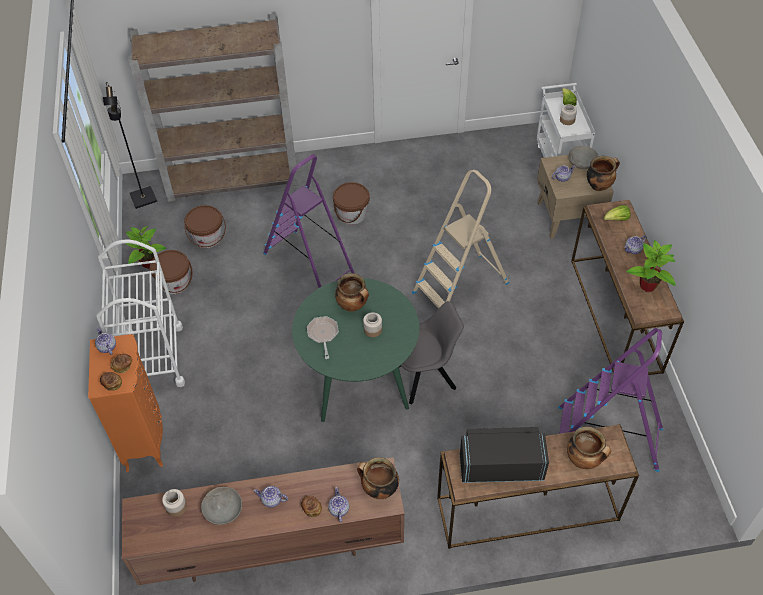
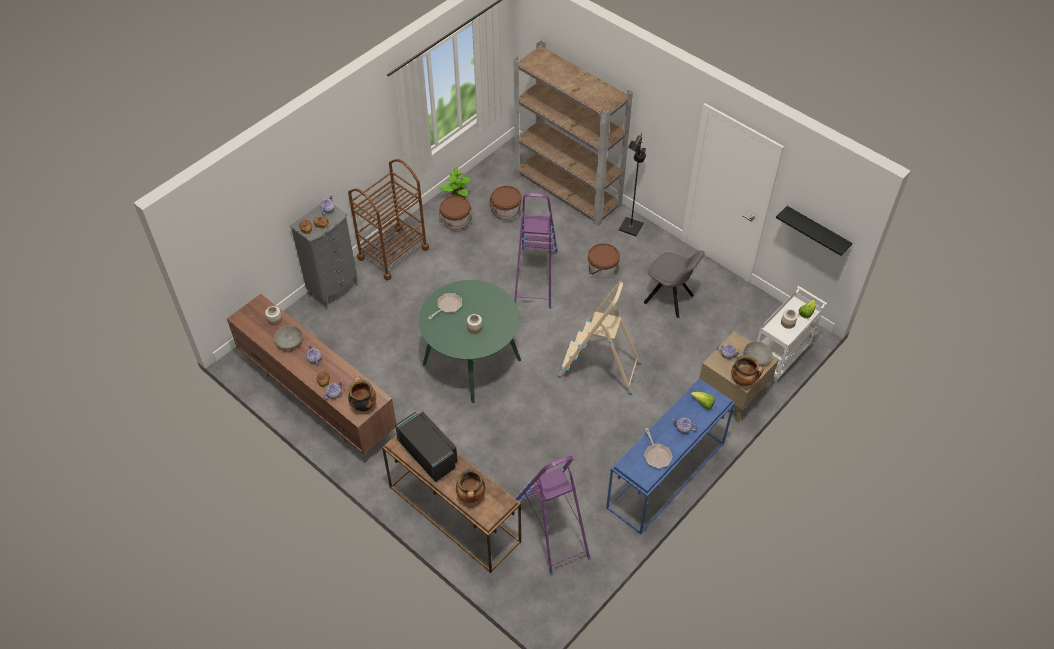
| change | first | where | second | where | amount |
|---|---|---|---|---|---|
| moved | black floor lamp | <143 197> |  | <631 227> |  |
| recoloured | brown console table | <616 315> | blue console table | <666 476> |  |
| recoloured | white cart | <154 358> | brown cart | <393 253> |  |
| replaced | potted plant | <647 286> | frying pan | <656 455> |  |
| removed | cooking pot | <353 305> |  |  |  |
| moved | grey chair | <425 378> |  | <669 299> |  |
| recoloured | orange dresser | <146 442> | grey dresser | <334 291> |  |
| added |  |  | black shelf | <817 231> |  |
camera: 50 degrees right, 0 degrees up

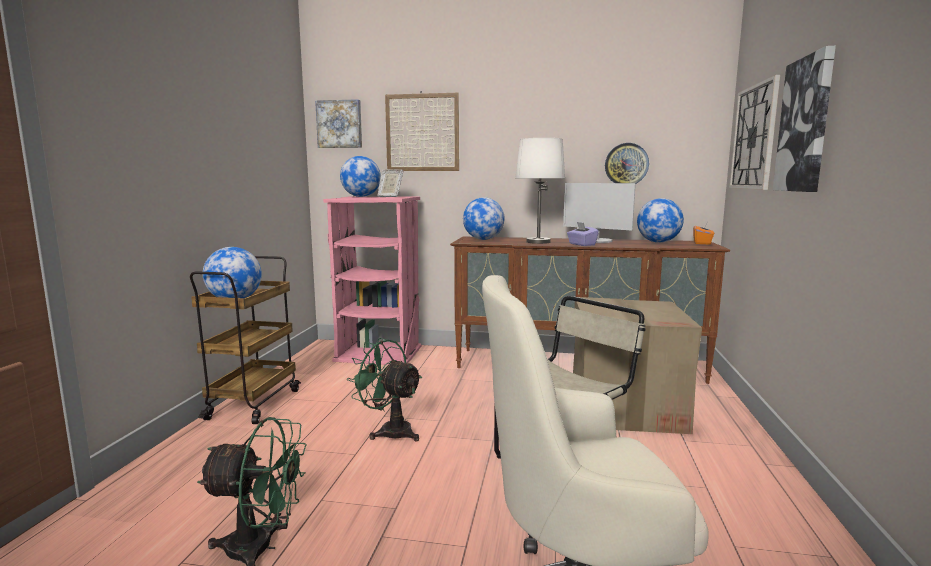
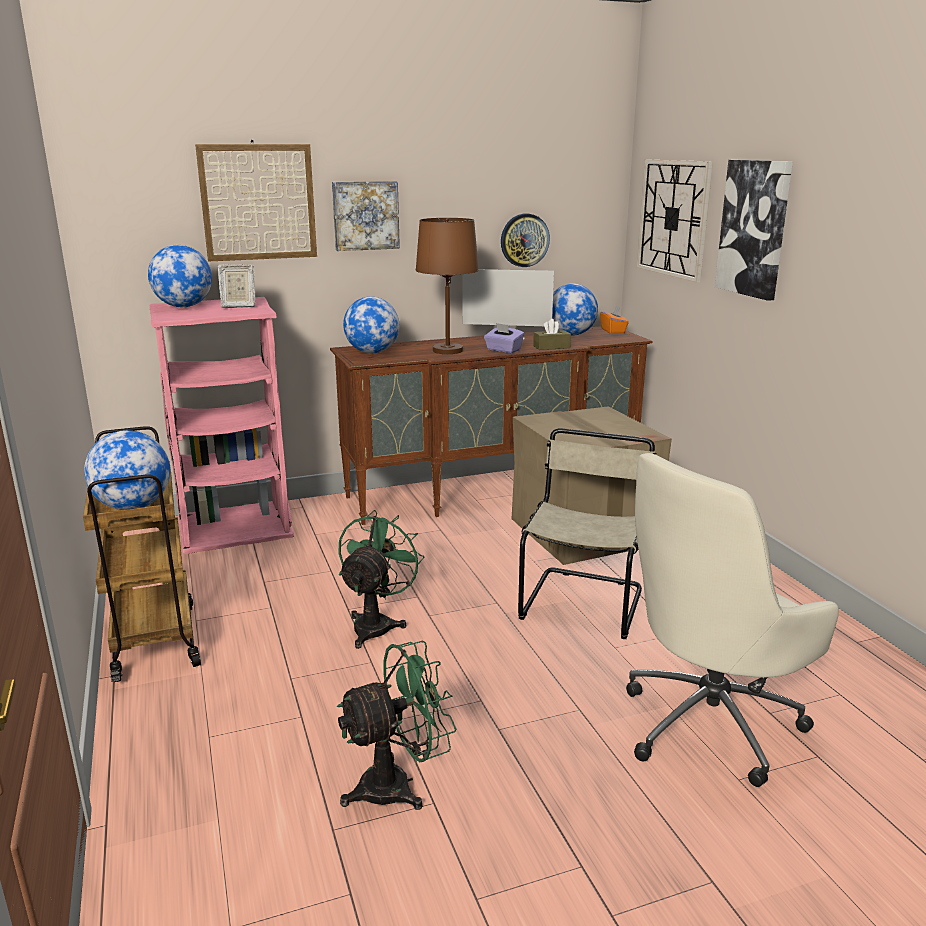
| change | first | where | second | where | amount |
|---|---|---|---|---|---|
| moved | picture | <340 124> |  | <365 215> |  |
| recoloured | white table lamp | <538 242> | brown table lamp | <448 350> |  |
| turned | green fan | <390 430> |  | <376 624> | 105 degrees clockwise |
| added |  |  | brown tissue box | <551 347> |  |
camera: 30 degrees left, 10 degrees up

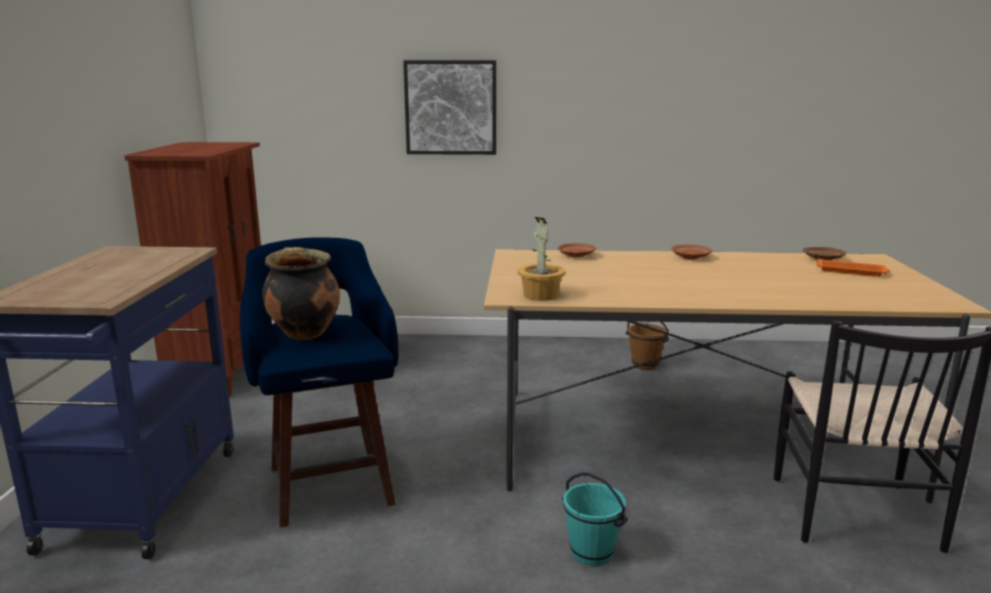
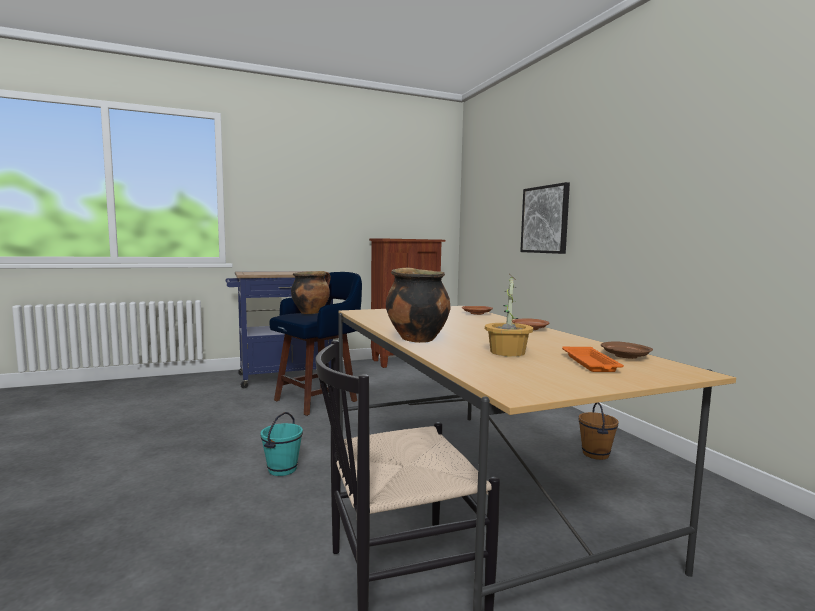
| change | first | where | second | where | amount |
|---|---|---|---|---|---|
| moved | potted plant | <540 295> |  | <507 352> |  |
| added |  |  | cooking pot | <415 339> |  |
camera: 65 degrees right, 10 degrees down

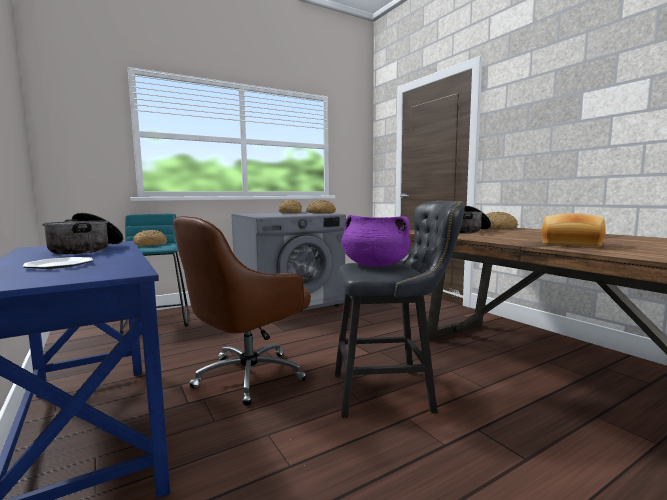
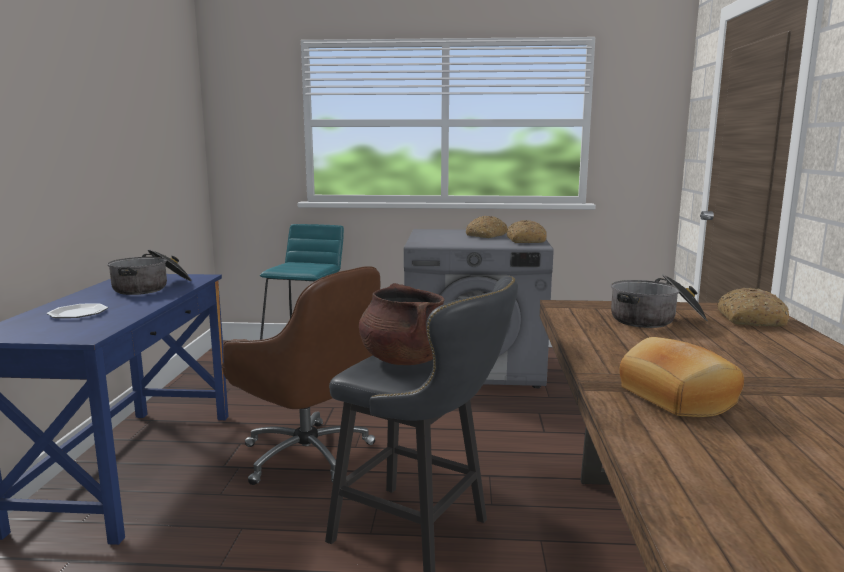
| change | first | where | second | where | amount |
|---|---|---|---|---|---|
| recoloured | purple cooking pot | <375 265> | brown cooking pot | <406 360> |  |
| turned | brown office chair | <248 375> |  | <306 455> | 135 degrees counterclockwise |
| removed | bread | <151 244> |  |  |  |
camera: 35 degrees right, 5 degrees up

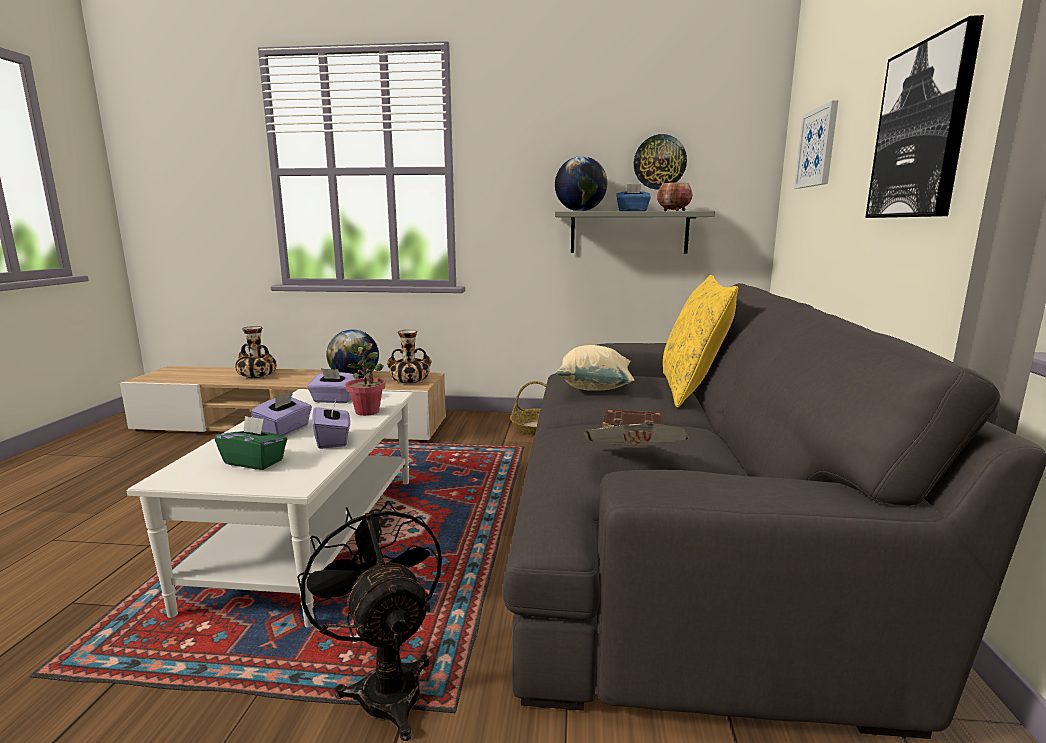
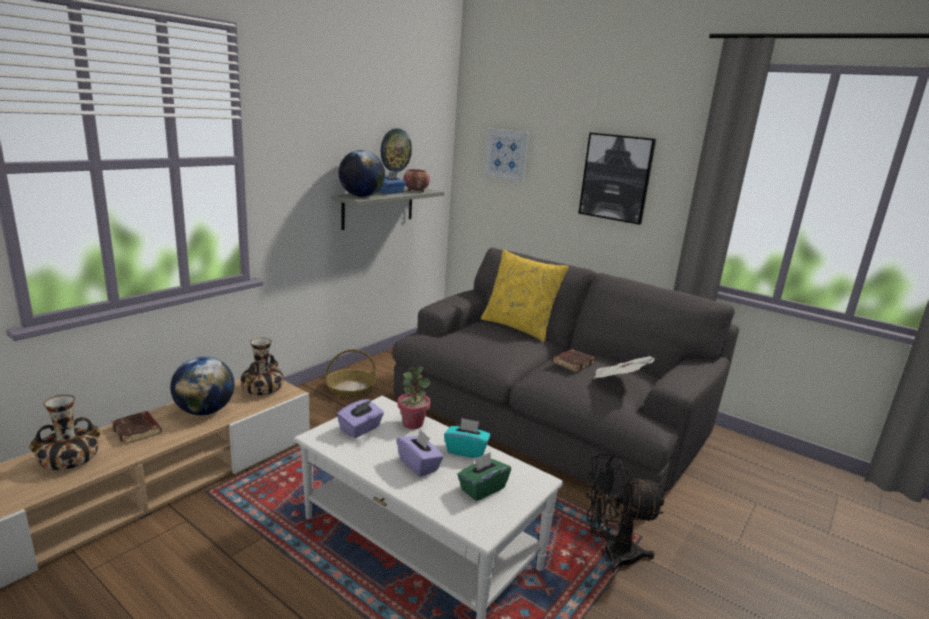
| change | first | where | second | where | amount |
|---|---|---|---|---|---|
| removed | beige pillow | <594 388> |  |  |  |
| recoloured | purple tissue box | <333 440> | turquoise tissue box | <466 450> |  |
| added |  |  | brown book | <138 431> |  |
camera: 60 degrees left, 5 degrees up

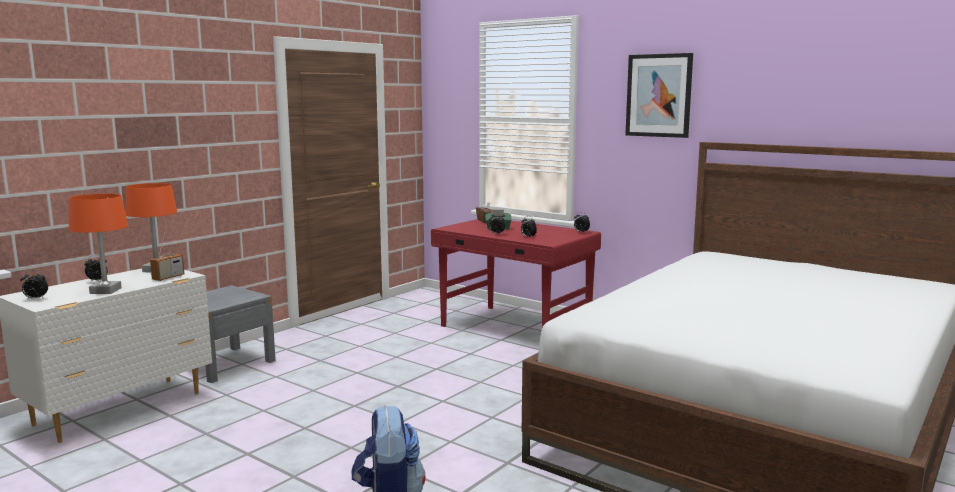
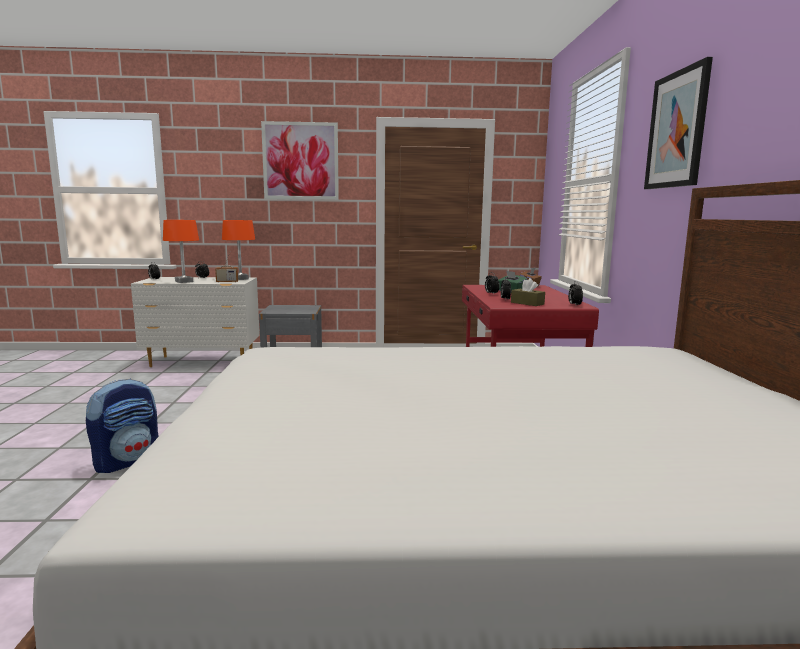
| change | first | where | second | where | amount |
|---|---|---|---|---|---|
| added |  |  | picture | <300 161> |  |
| added |  |  | brown tissue box | <527 303> |  |
camera: 50 degrees right, 0 degrees up

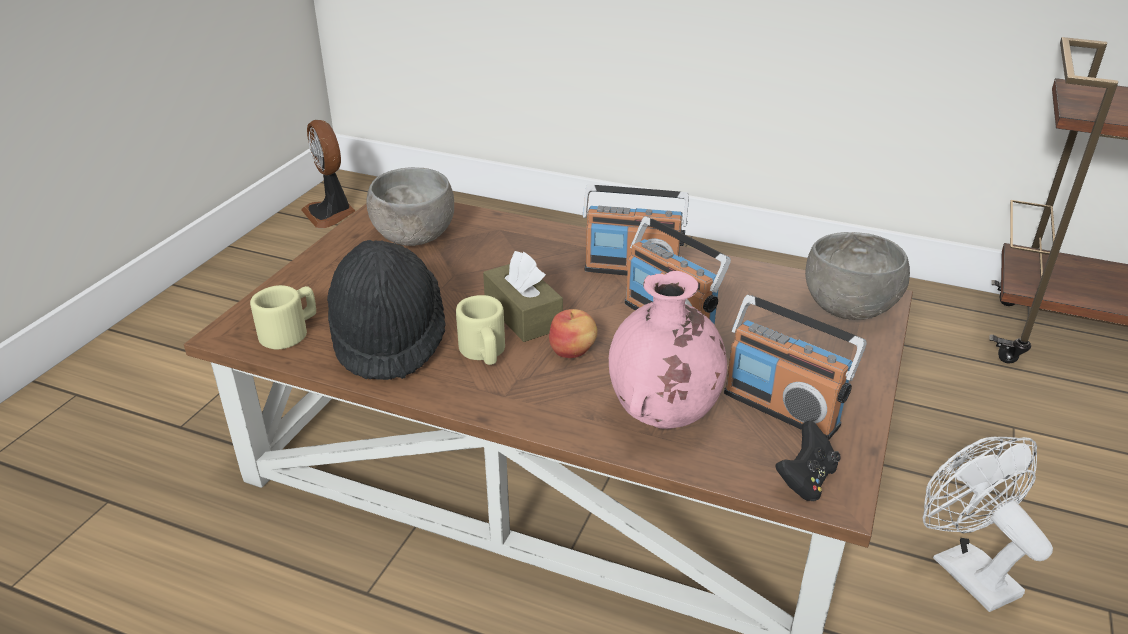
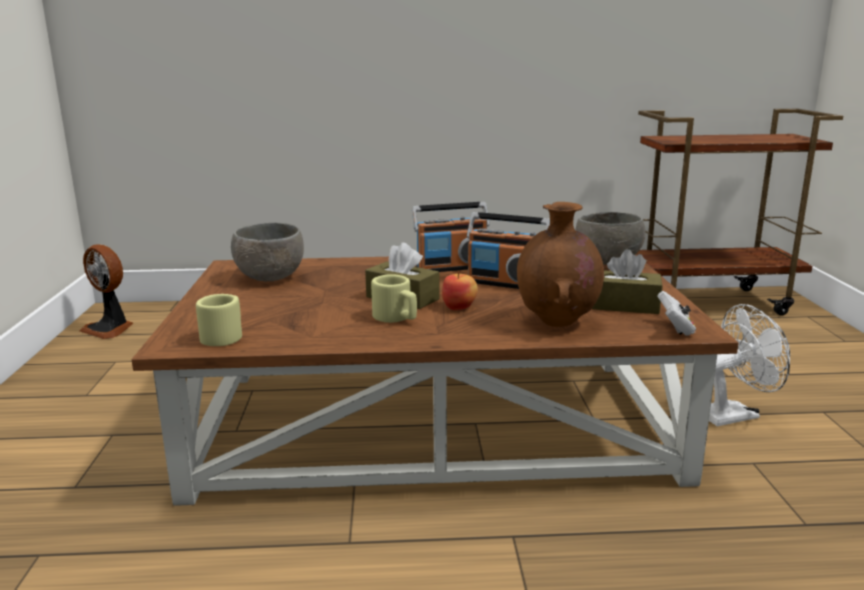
| change | first | where | second | where | amount |
|---|---|---|---|---|---|
| removed | black hat | <388 338> |  |  |  |
| recoloured | pink vase | <663 418> | brown vase | <558 322> |  |
| replaced | radio | <781 408> | brown tissue box | <623 305> |  |
| recoloured | black game controller | <805 480> | white game controller | <675 329> |  |
| turned | white fan | <964 569> |  | <734 414> | 120 degrees clockwise |
camera: 25 degrees left, 15 degrees down

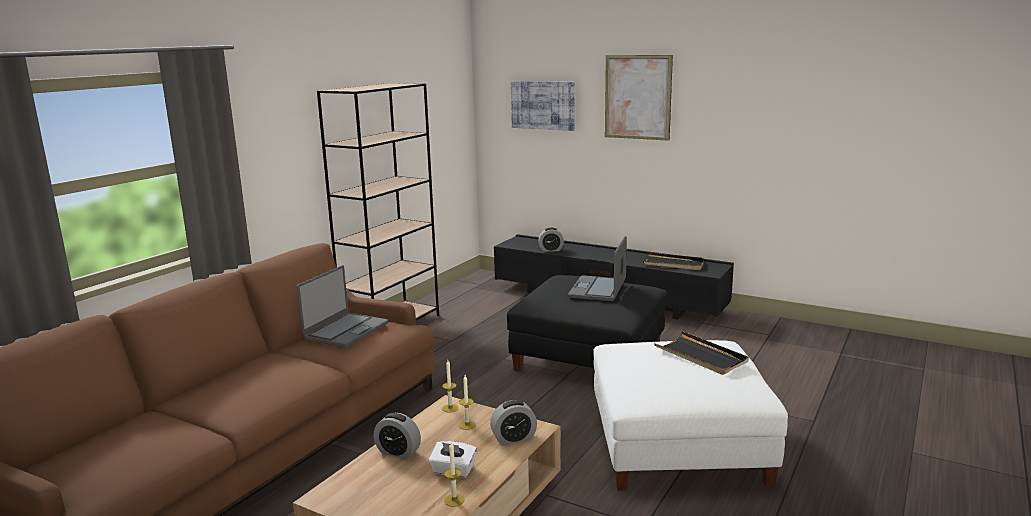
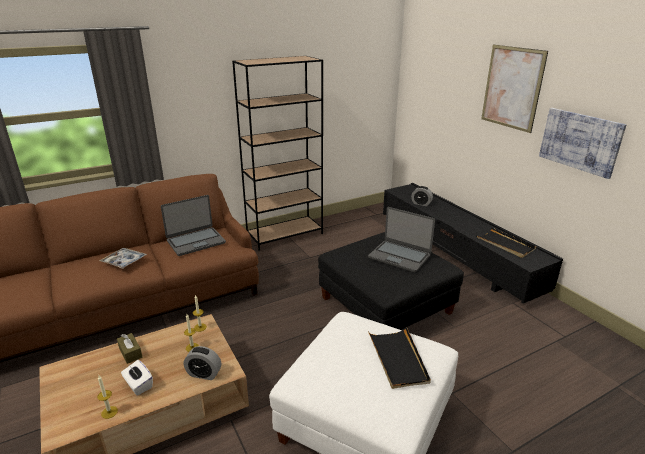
| change | first | where | second | where | amount |
|---|---|---|---|---|---|
| moved | picture | <543 105> |  | <580 141> |  |
| turned | laptop | <598 290> |  | <399 256> | 105 degrees counterclockwise |
| replaced | alarm clock | <398 452> | brown tissue box | <130 352> |  |
| added |  |  | tray | <124 261> |  |
camera: 30 degrees right, 10 degrees up

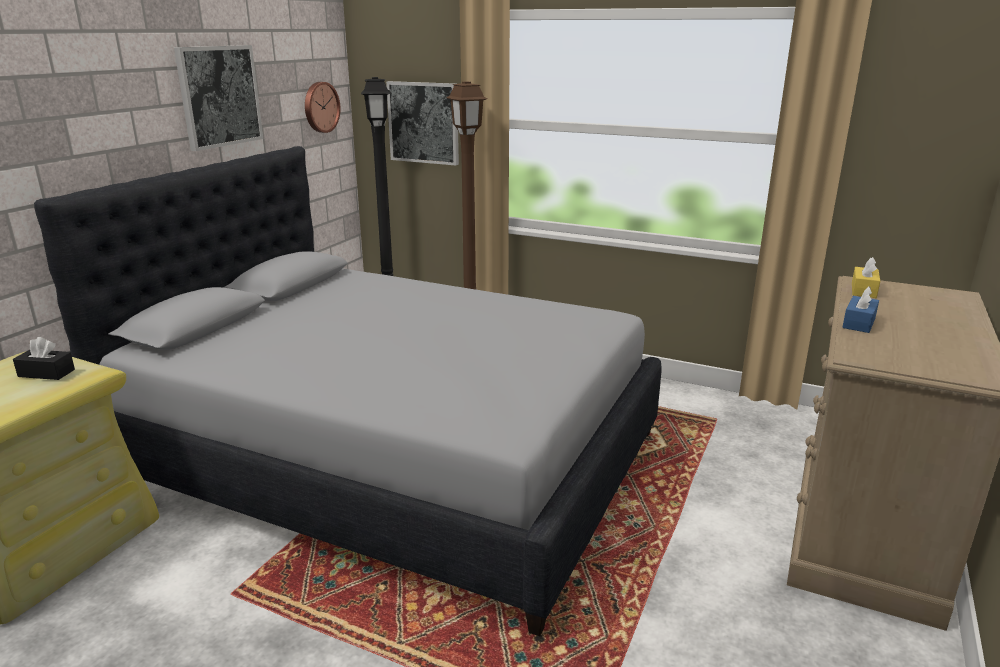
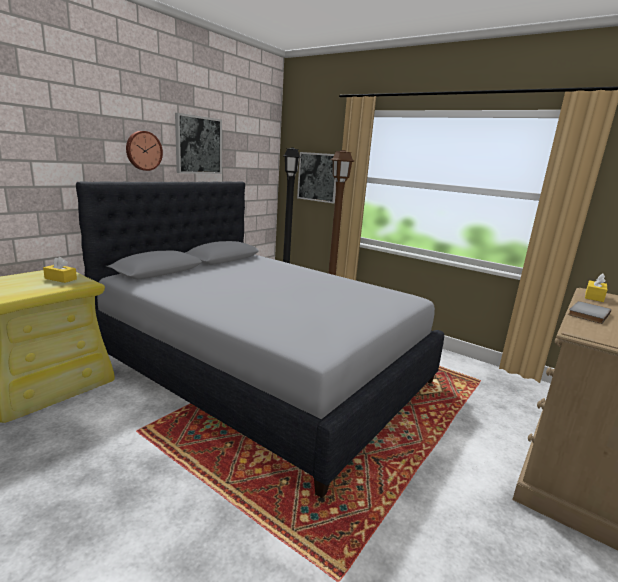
| change | first | where | second | where | amount |
|---|---|---|---|---|---|
| moved | wall clock | <320 107> |  | <143 150> |  |
| replaced | blue tissue box | <859 323> | grey book | <587 313> |  |
| recoloured | black tissue box | <46 373> | yellow tissue box | <60 279> |  |
camera: 10 degrees right, 5 degrees down

